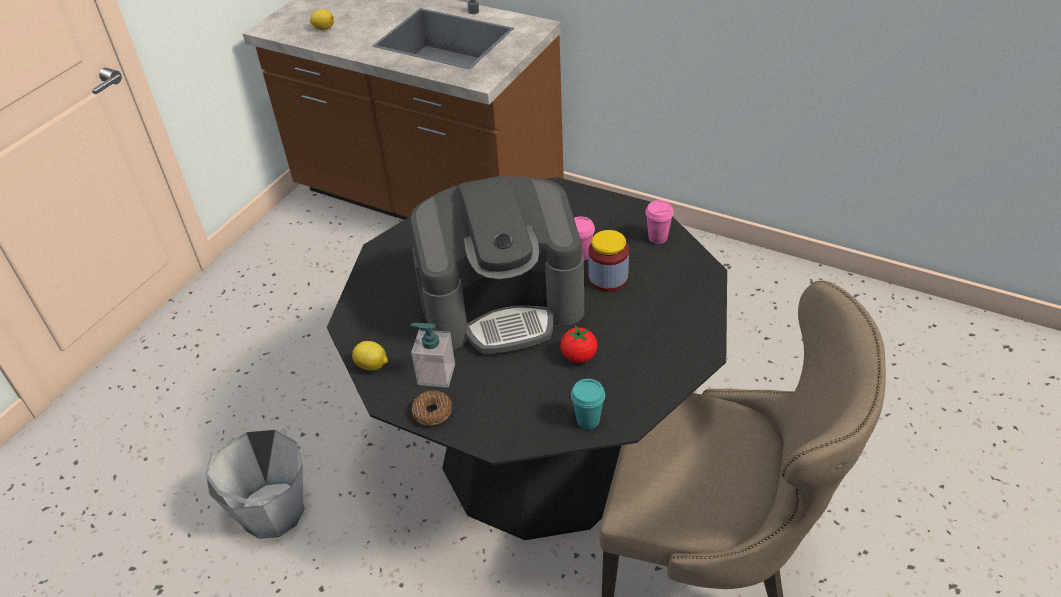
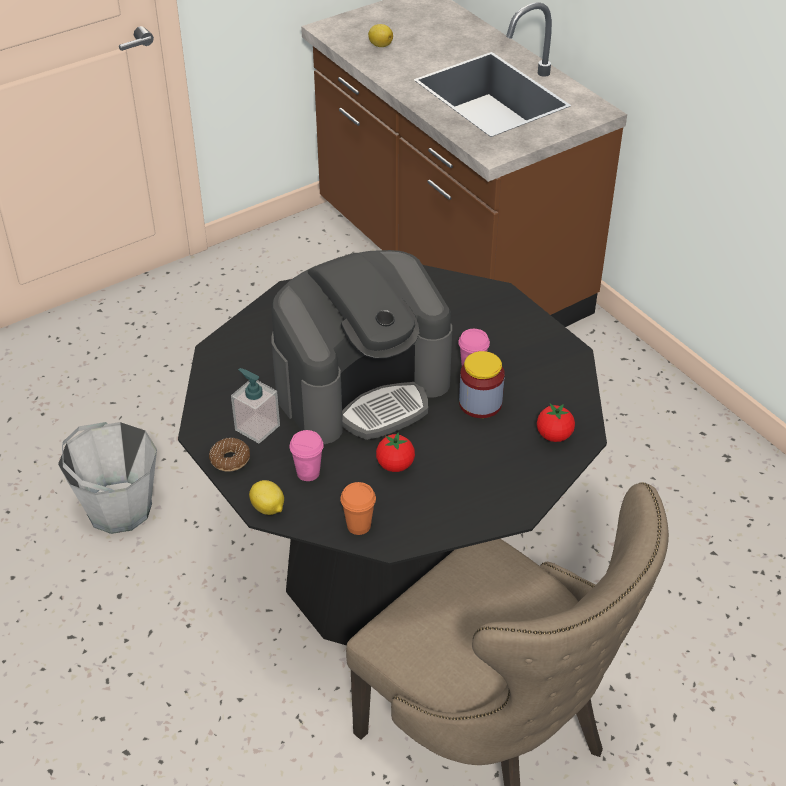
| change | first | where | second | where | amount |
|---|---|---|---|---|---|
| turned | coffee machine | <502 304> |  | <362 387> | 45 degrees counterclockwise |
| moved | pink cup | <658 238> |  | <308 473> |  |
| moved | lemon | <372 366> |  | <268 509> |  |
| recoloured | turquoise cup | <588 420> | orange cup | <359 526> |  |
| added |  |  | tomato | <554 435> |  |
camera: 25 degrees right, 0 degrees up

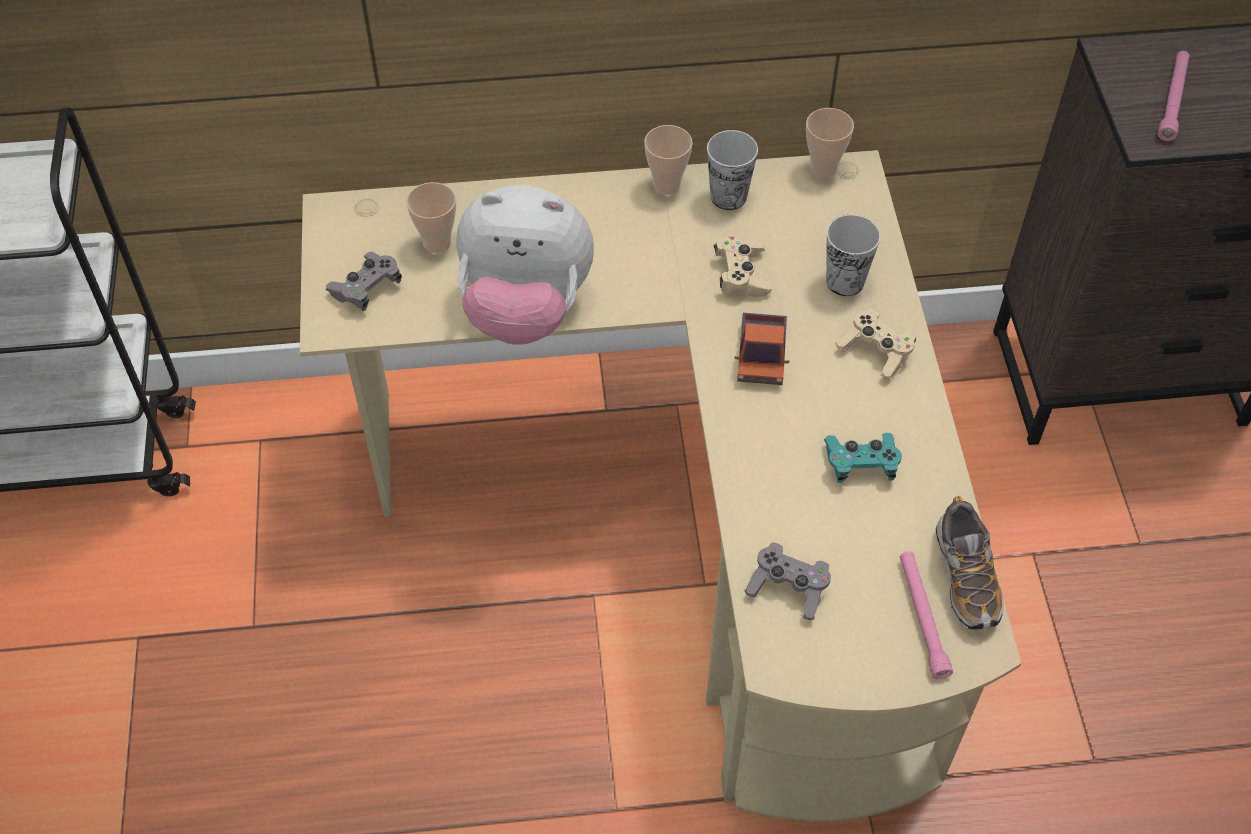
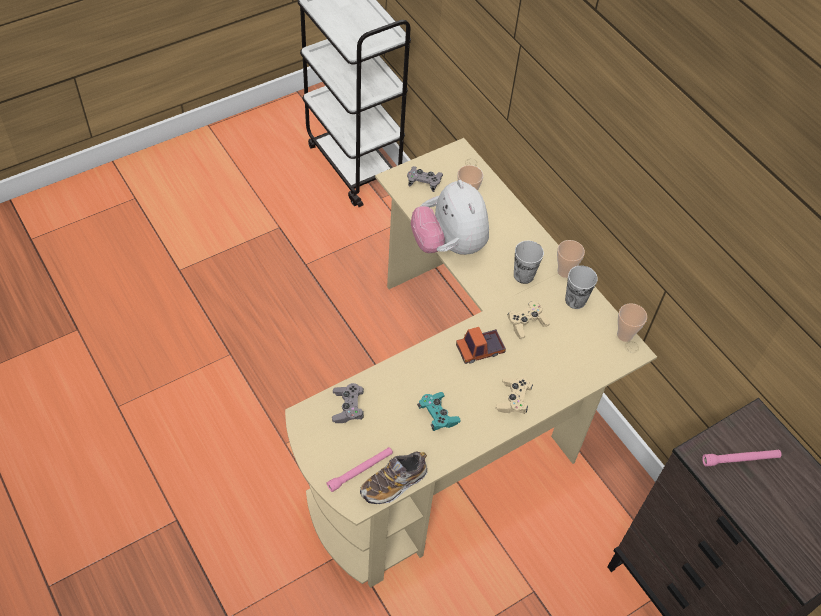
| change | first | where | second | where | amount |
|---|---|---|---|---|---|
| moved | cup | <845 281> |  | <523 275> |  |
camera: 60 degrees right, 0 degrees up

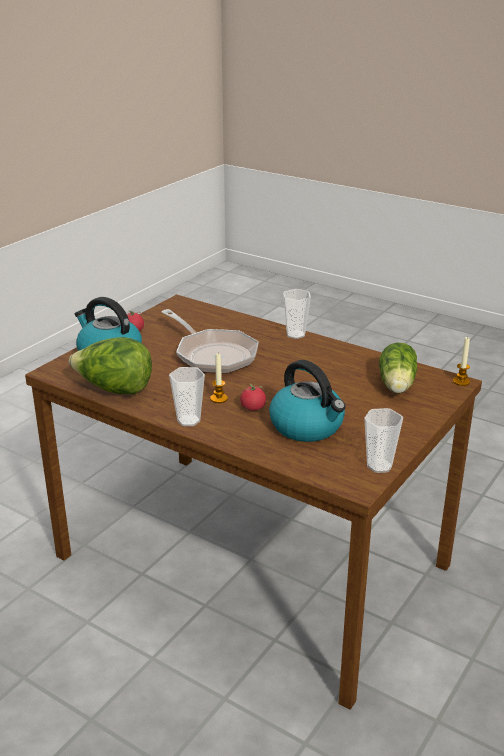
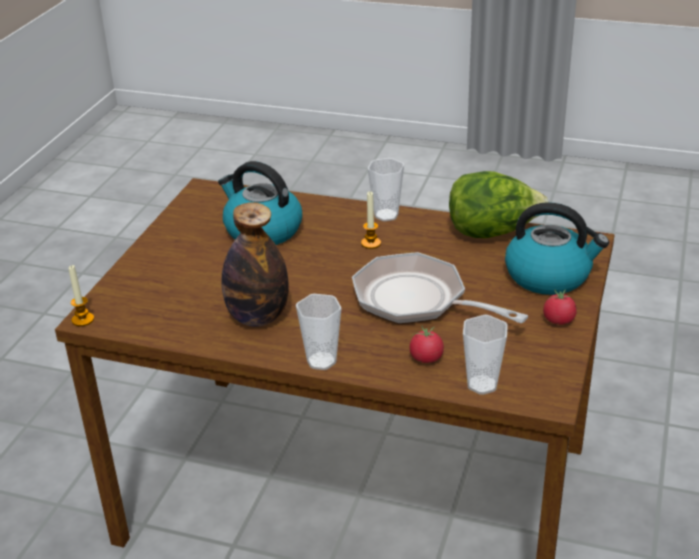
| change | first | where | second | where | amount |
|---|---|---|---|---|---|
| removed | lettuce | <396 386> |  |  |  |
| moved | tomato | <253 408> |  | <426 358> |  |
| moved | cup | <379 466> |  | <482 385> |  |
| added |  |  | bottle | <258 317> |  |
camera: 165 degrees right, 5 degrees up

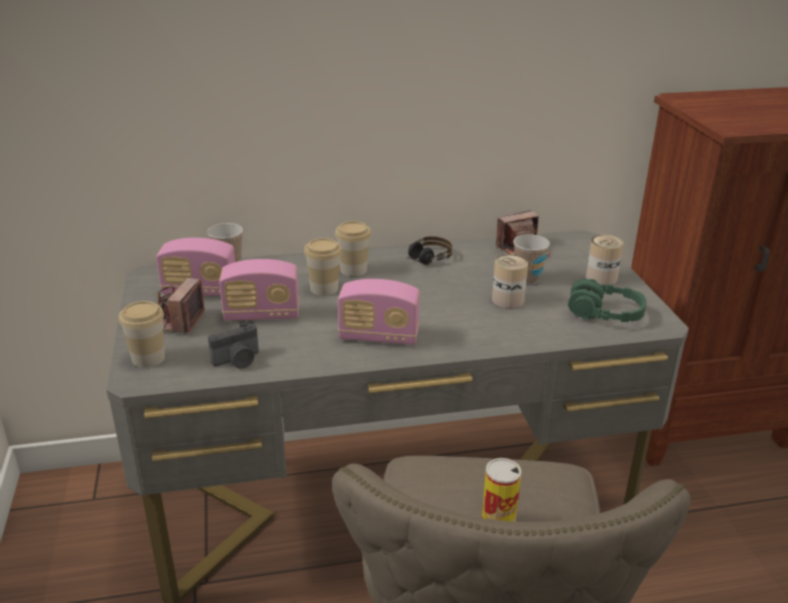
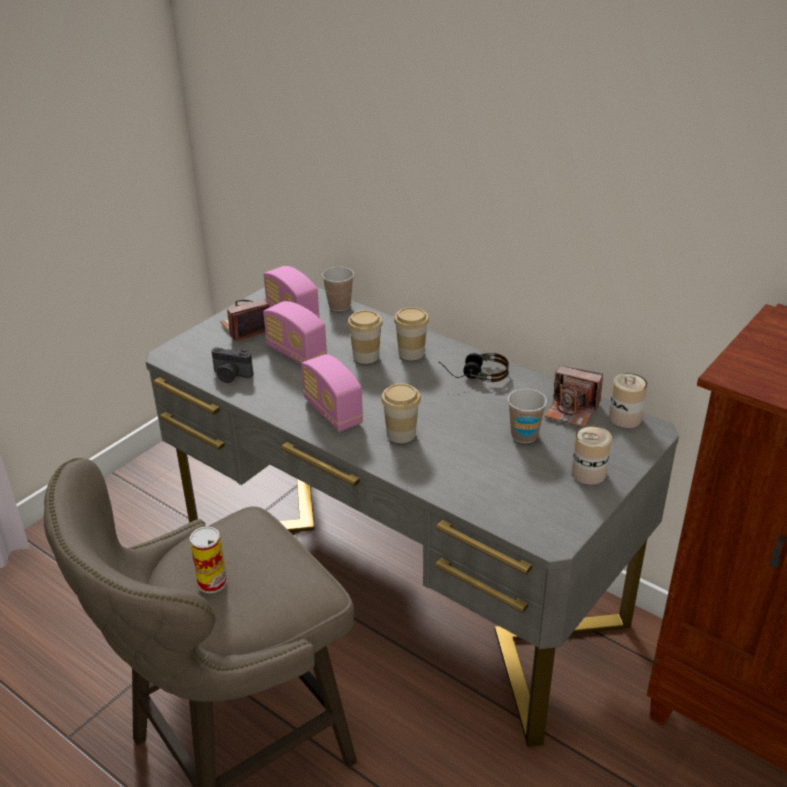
| change | first | where | second | where | amount |
|---|---|---|---|---|---|
| moved | can | <508 300> |  | <625 418> |  |
| removed | green headphones | <605 314> |  |  |  |
| moved | cup | <148 358> |  | <401 434> |  |
camera: 50 degrees right, 5 degrees up

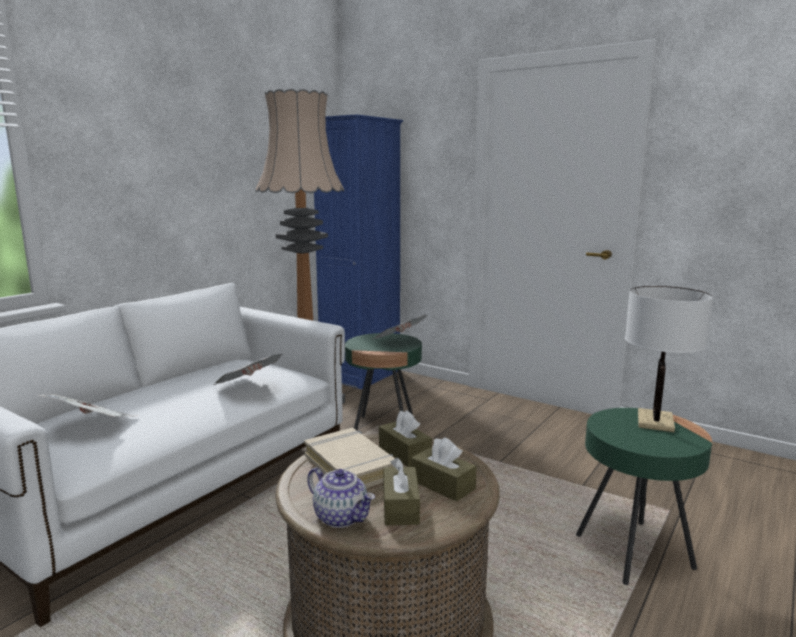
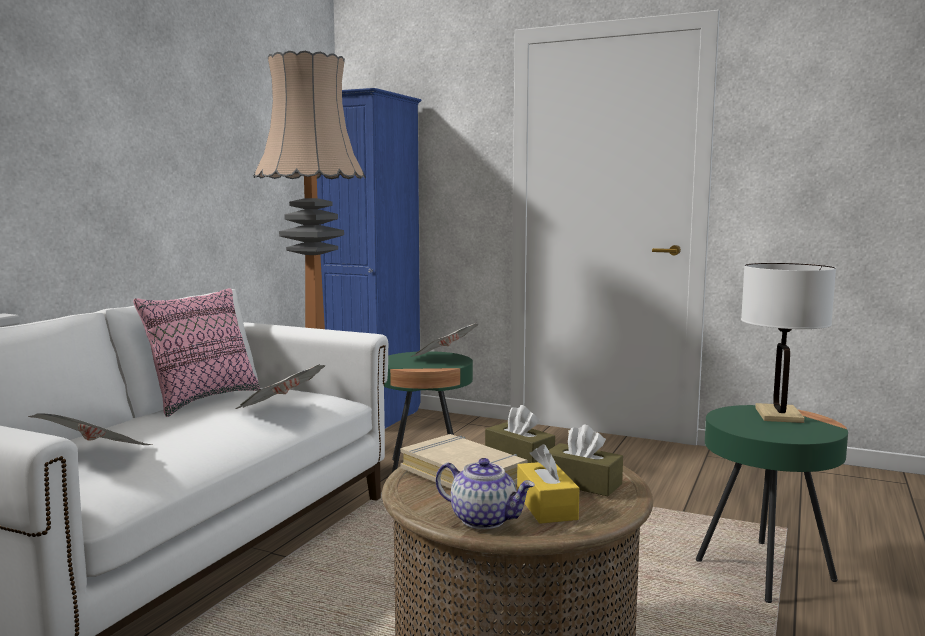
| change | first | where | second | where | amount |
|---|---|---|---|---|---|
| recoloured | brown tissue box | <400 507> | yellow tissue box | <546 506> |  |
| added |  |  | pink pillow | <204 400> |  |
camera: 10 degrees left, 5 degrees down

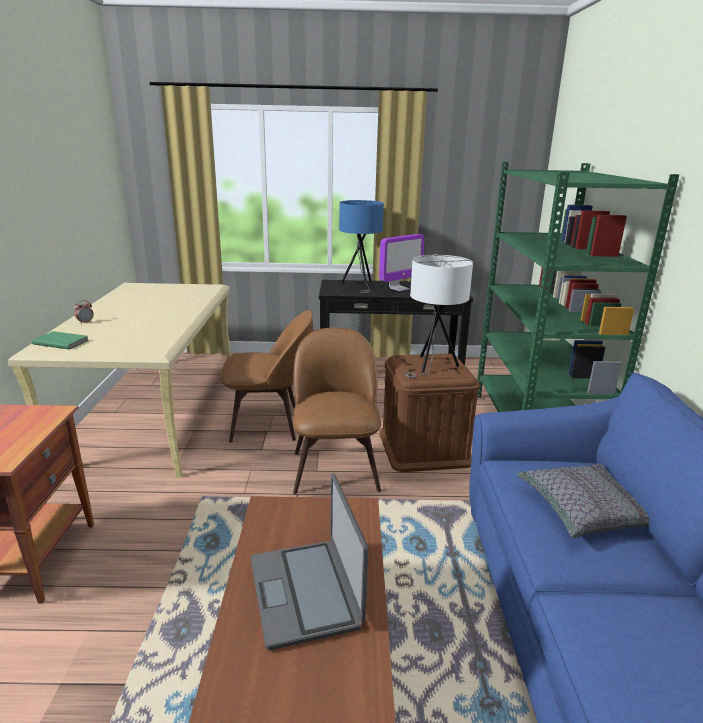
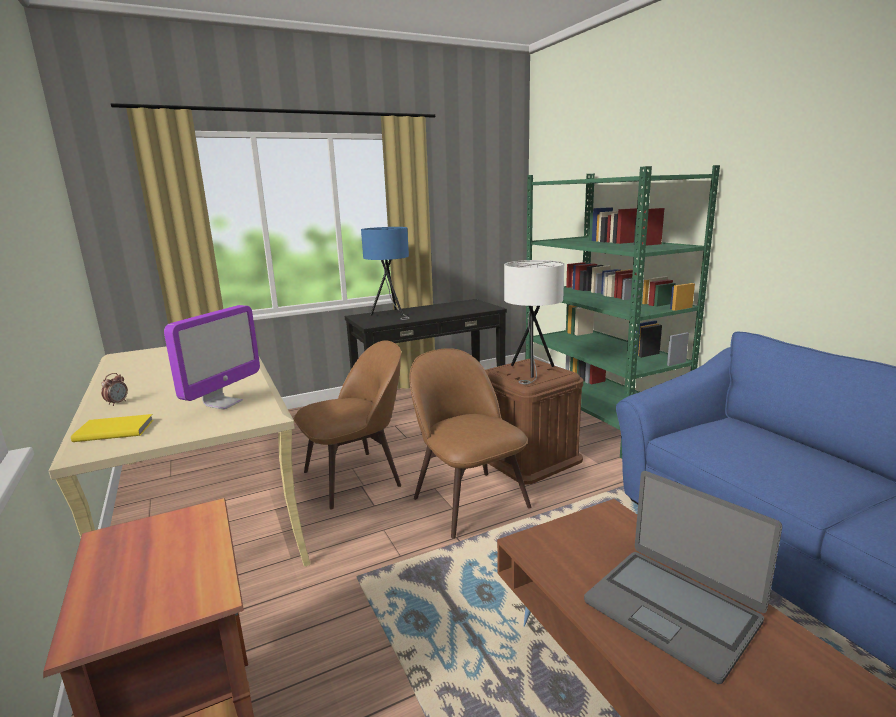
| change | first | where | second | where | amount |
|---|---|---|---|---|---|
| moved | monitor | <399 288> |  | <223 403> |  |
| recoloured | green book | <61 342> | yellow book | <114 430> |  |
| removed | grey pillow | <585 511> |  |  |  |
camera: 25 degrees left, 5 degrees down

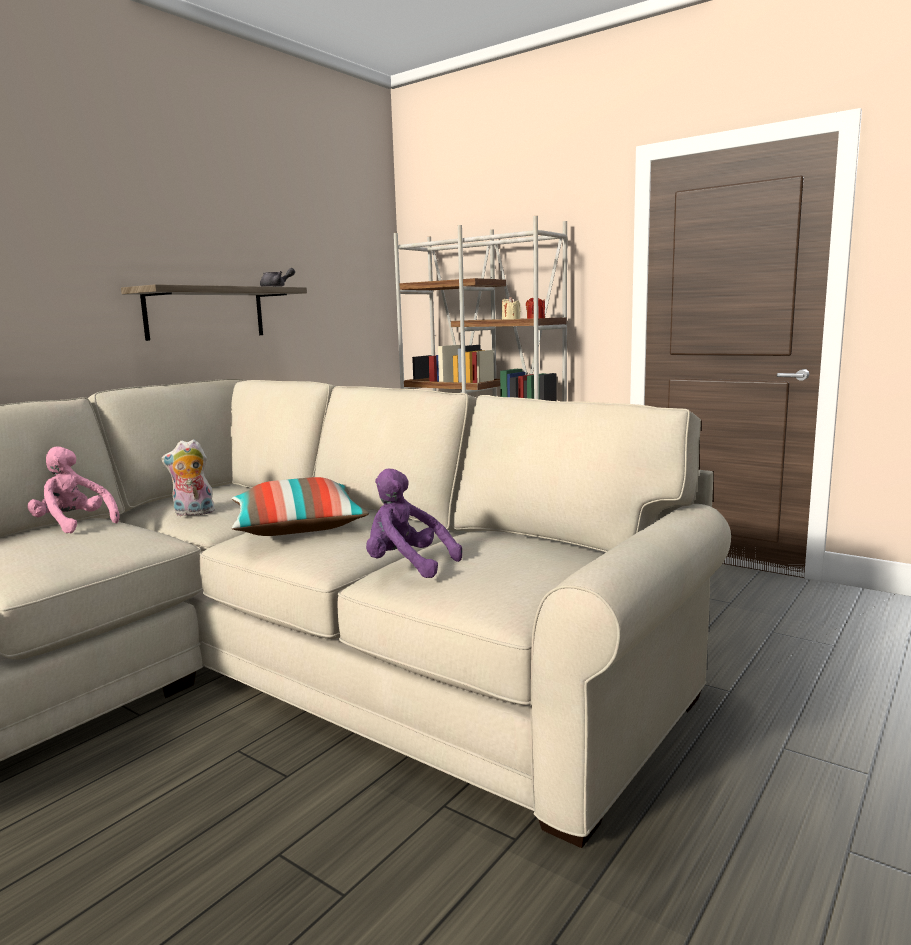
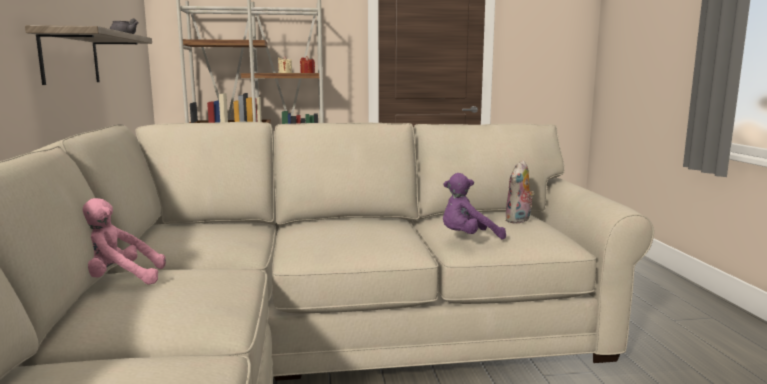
| change | first | where | second | where | amount |
|---|---|---|---|---|---|
| moved | plush toy | <193 513> |  | <519 220> |  |
| removed | pillow | <298 528> |  |  |  |
camera: 45 degrees left, 0 degrees up

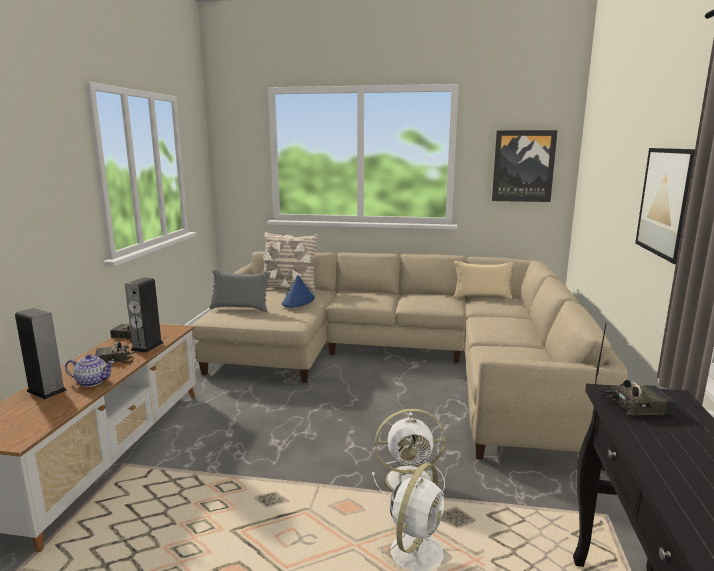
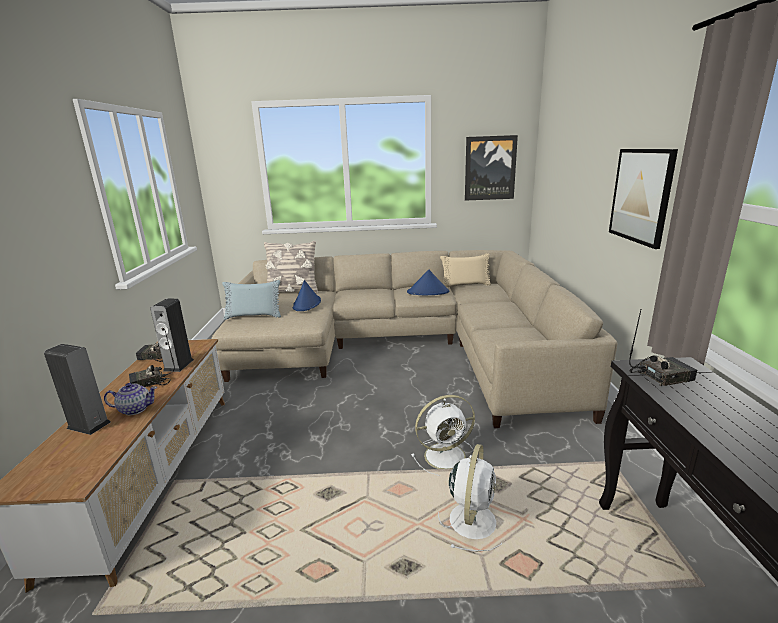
| change | first | where | second | where | amount |
|---|---|---|---|---|---|
| recoloured | grey pillow | <240 308> | blue pillow | <254 316> |  |
| added |  |  | blue hat | <428 292> |  |
camera: 10 degrees left, 5 degrees up

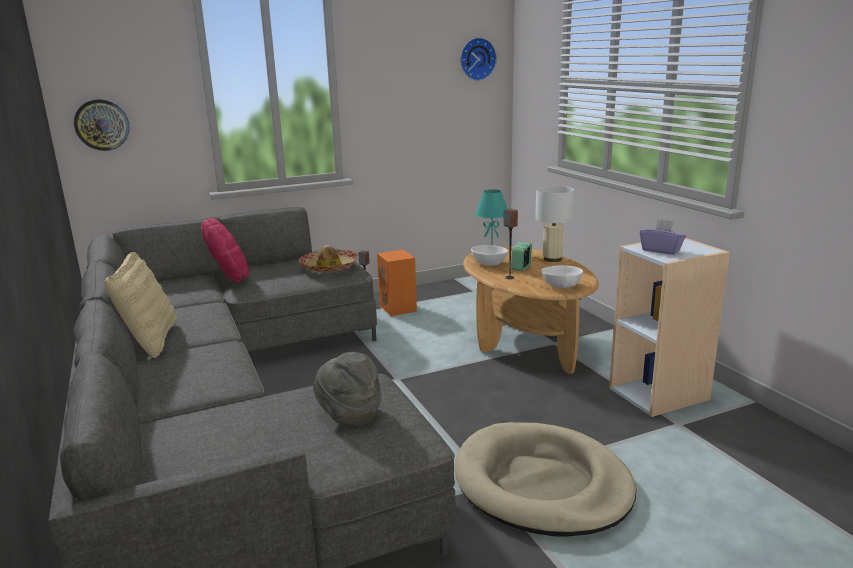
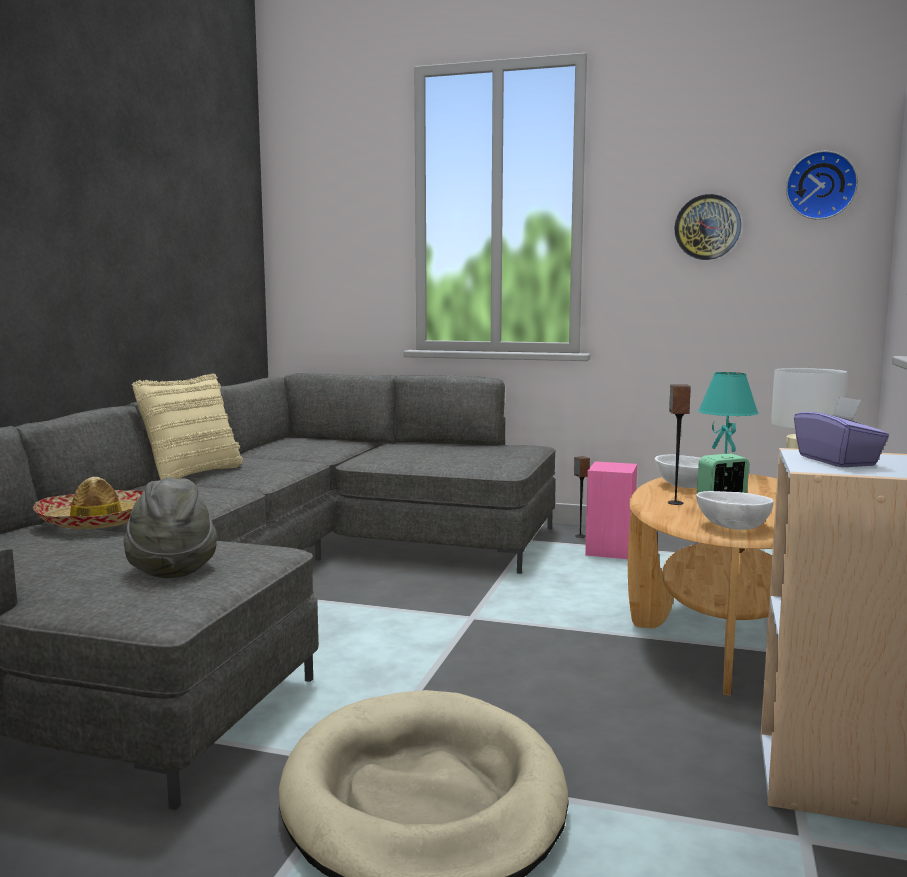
| change | first | where | second | where | amount |
|---|---|---|---|---|---|
| moved | wall clock | <102 125> |  | <707 227> |  |
| removed | pink pillow | <228 279> |  |  |  |
| moved | hat | <329 267> |  | <97 521> |  |
| recoloured | orange speaker | <399 308> | pink speaker | <611 551> |  |
camera: 40 degrees right, 10 degrees down

